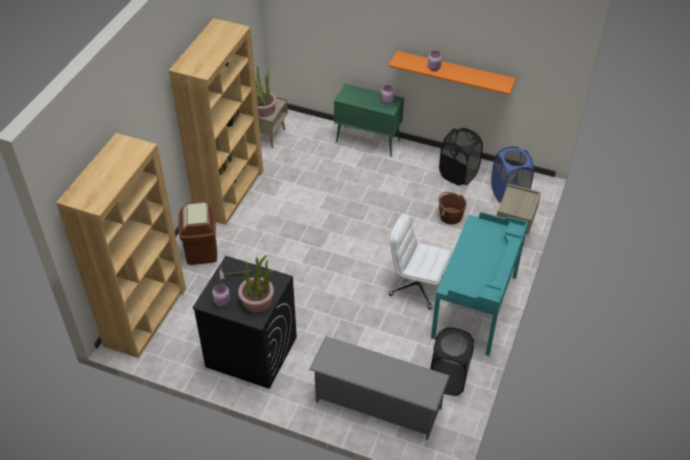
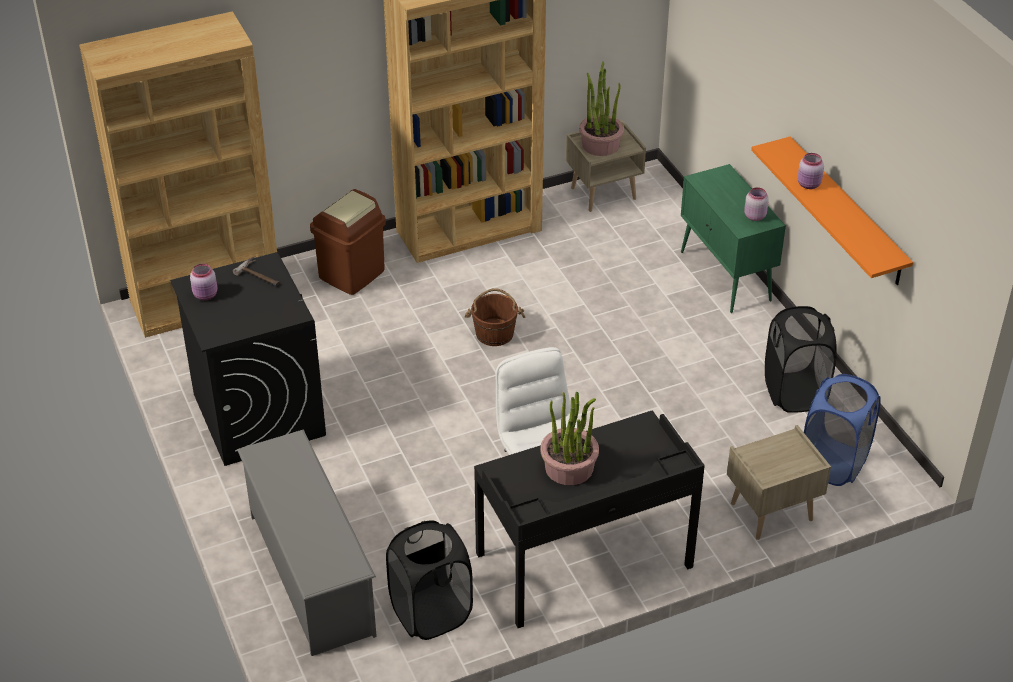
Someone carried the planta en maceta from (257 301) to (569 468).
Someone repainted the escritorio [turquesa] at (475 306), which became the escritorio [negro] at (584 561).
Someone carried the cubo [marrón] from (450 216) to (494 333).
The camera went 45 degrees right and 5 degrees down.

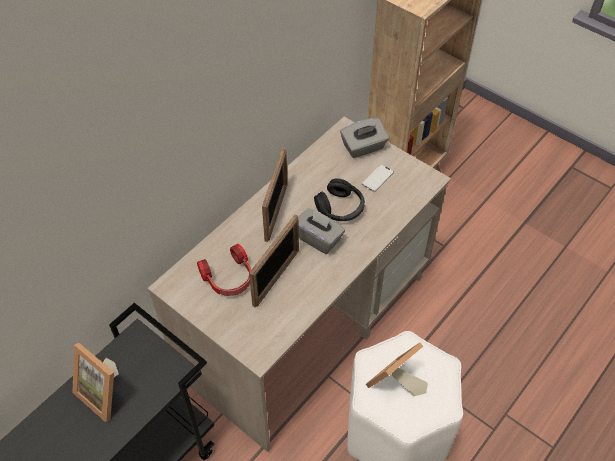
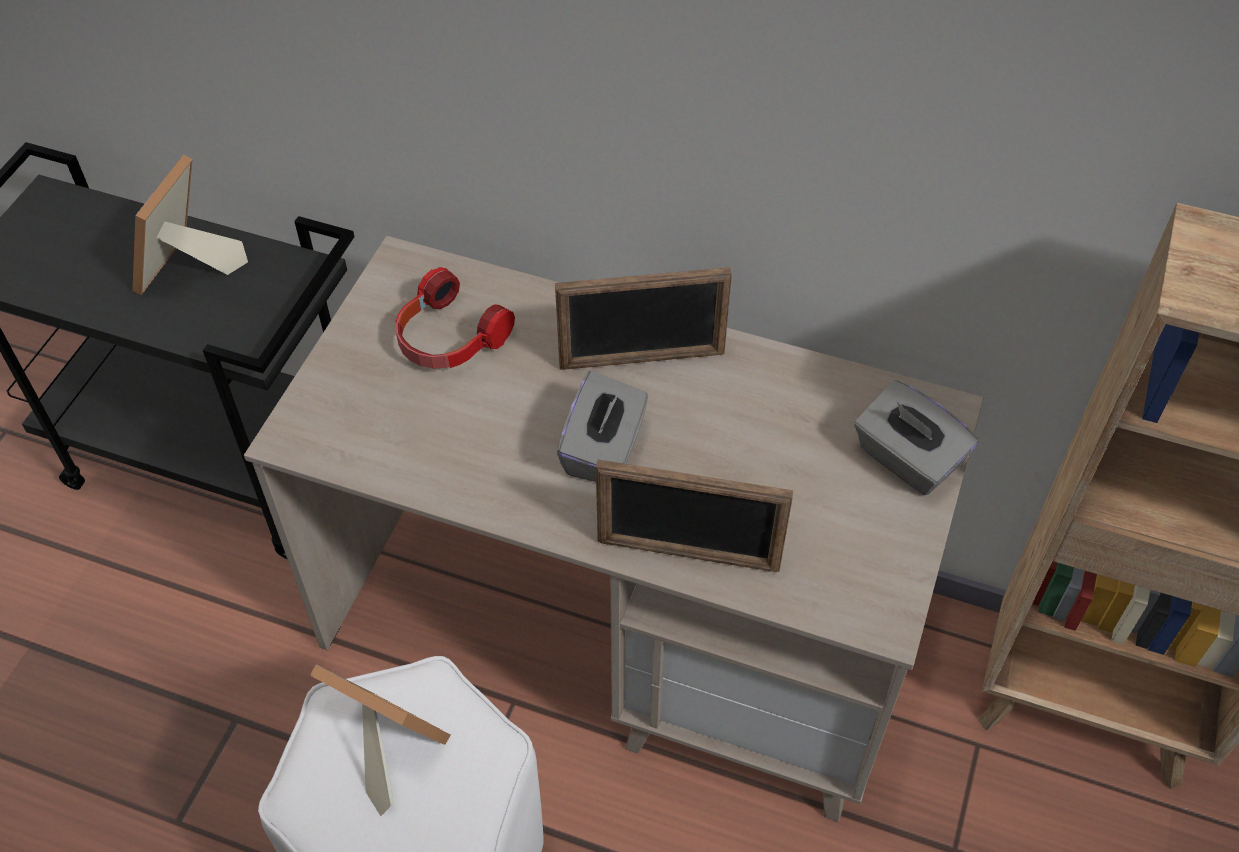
Someone carried the portarretratos from (276 277) to (688 554).
Someone took away the auriculares [negro] at (340 208).
Someone took away the móvil at (377 178).
The camera went 70 degrees right and 0 degrees up.

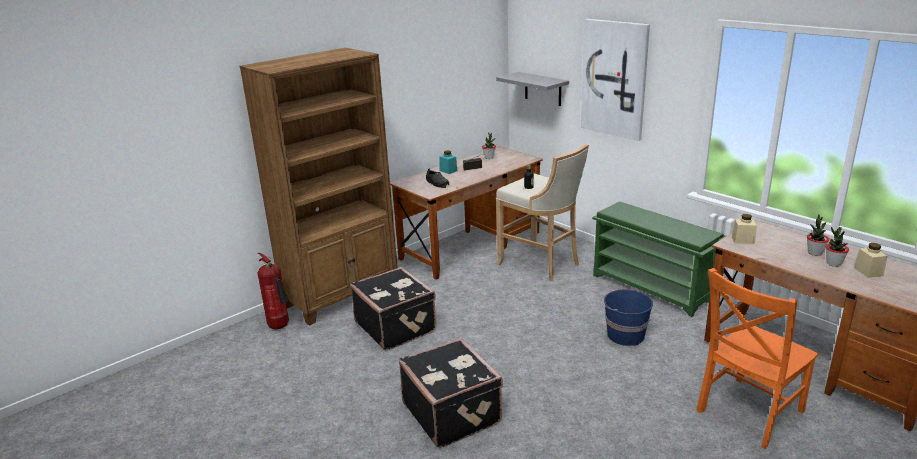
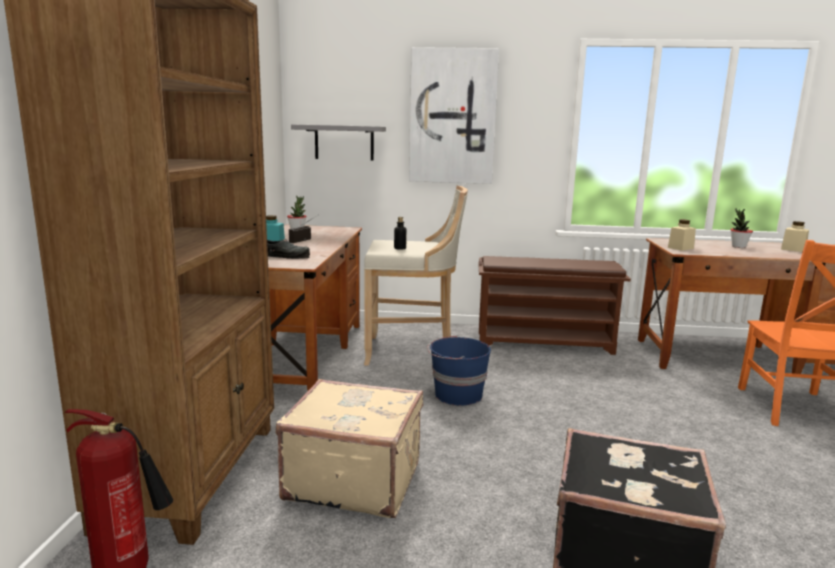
Someone repainted the maleta [negro] at (396 326), which became the maleta [beis] at (354 479).
Someone repainted the zapatero [verde] at (652 288), which became the zapatero [marrón] at (545 343).
Someone carried the cubo [azul] from (624 335) to (457 395).
Someone took away the planta en maceta at (833 263).
The camera went 45 degrees left and 10 degrees down.

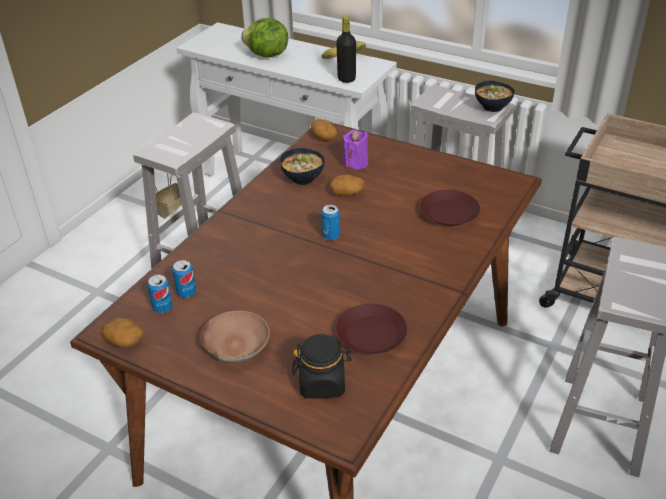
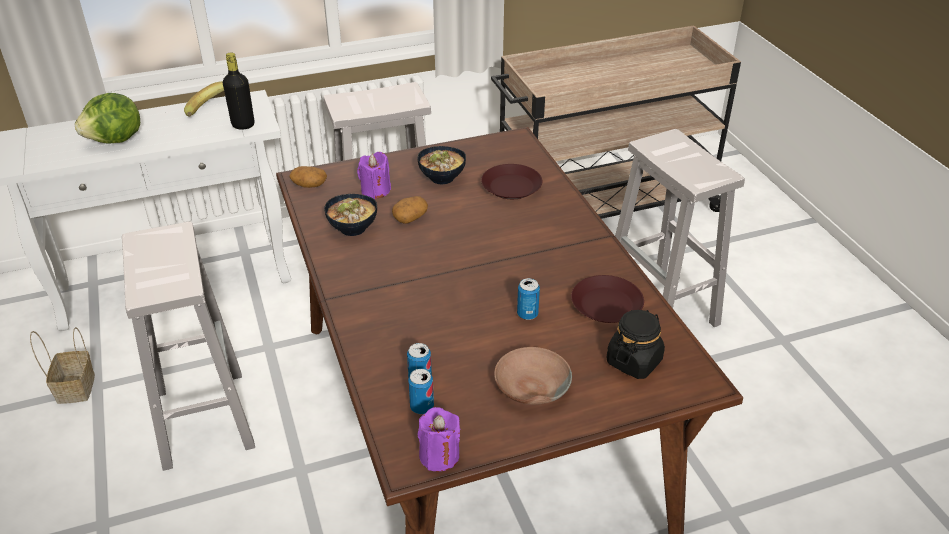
Someone swapped the patata at (125 341) for the vela [morado] at (439 455).
Someone carried the lata from (331 236) to (527 314).
Someone carried the cuenco from (492 107) to (441 177).
The camera went 50 degrees left and 0 degrees up.

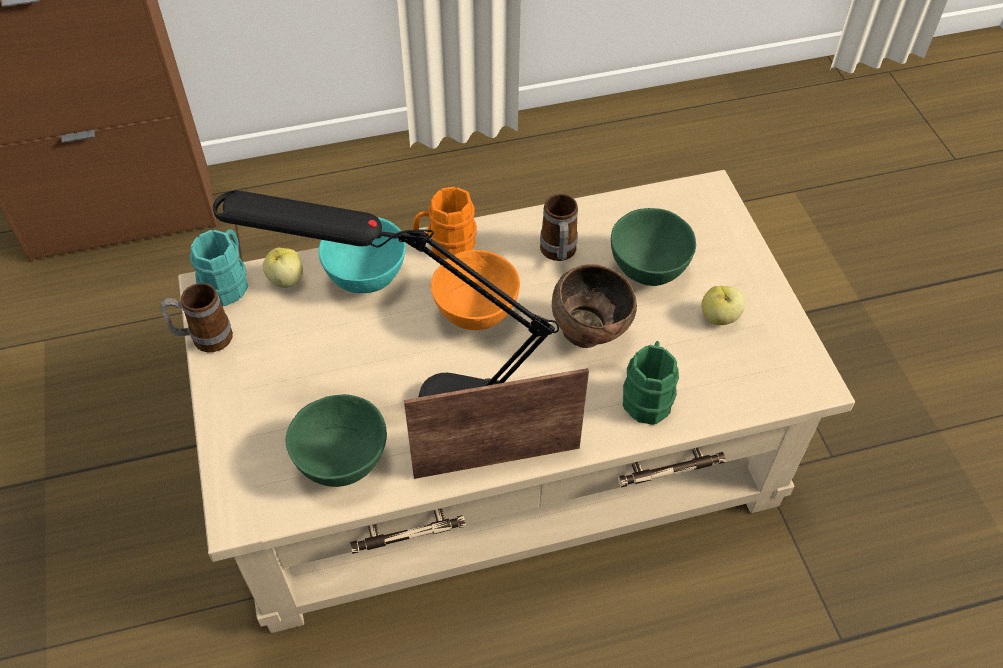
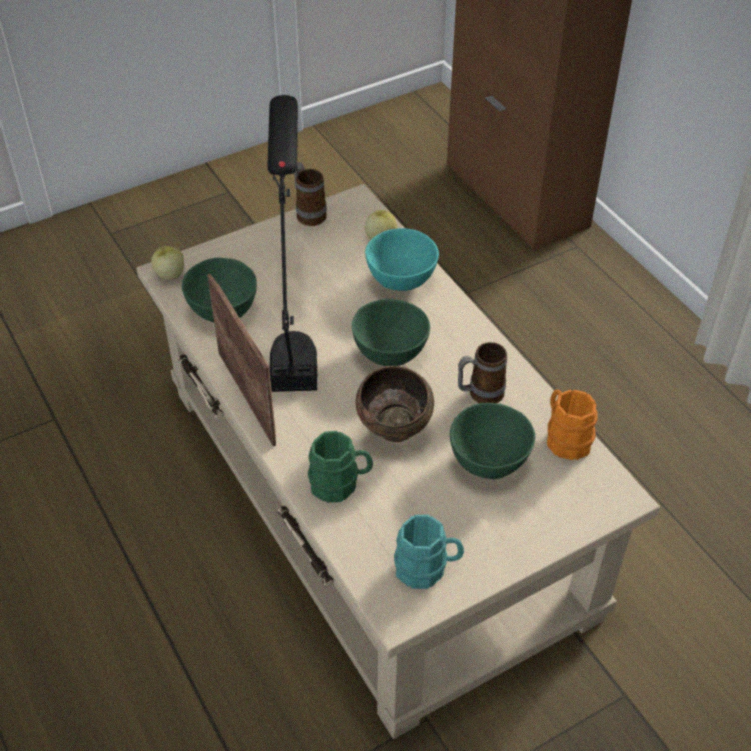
Someone carried the taza grande [turquesa] from (228 282) to (427 569).
Someone carried the taza grande [naranja] from (446 244) to (565 438).
Someone repainted the cuenco [naranja] at (475 313), which became the cuenco [verde] at (389 353).
Someone carried the manzana from (719 317) to (170 274).
The camera went 75 degrees right and 5 degrees down.

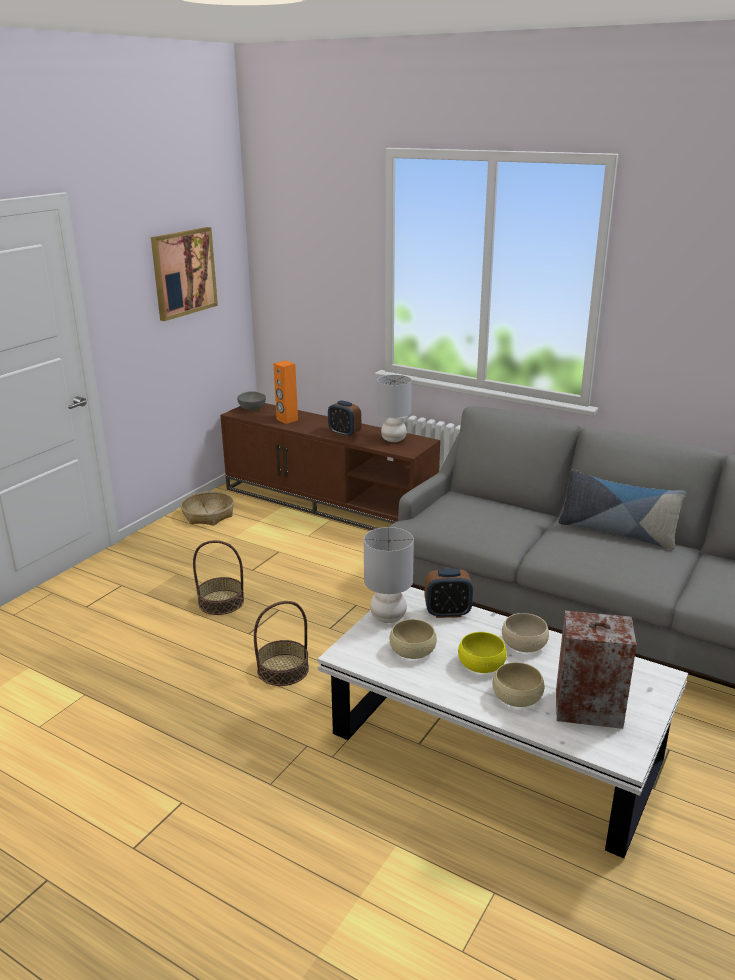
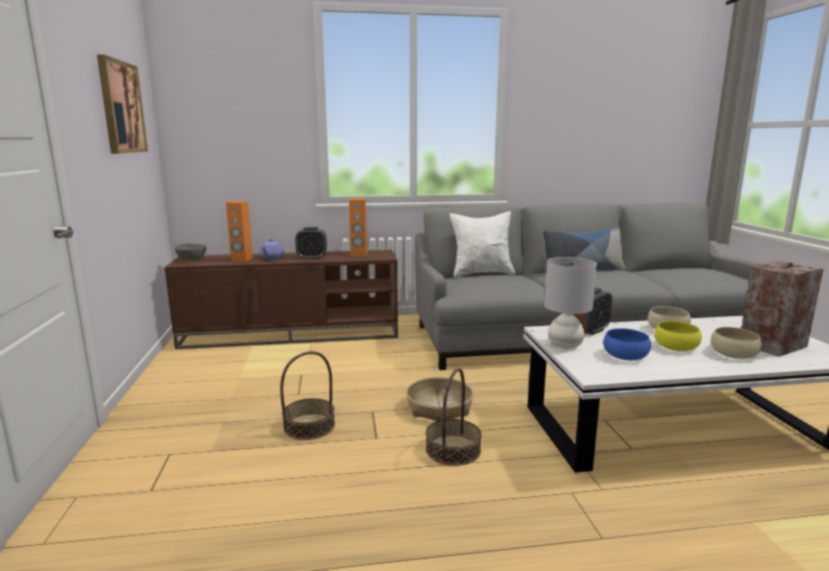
Someone carried the cesta from (208 515) to (439 408).
Someone swapped the lámpara de mesa [gris] at (394 439) for the altavoz [naranja] at (359 254).
Someone repainted the cuenco [beis] at (412 650), which became the cuenco [azul] at (625 355).
Someone put down the tetera [morado] at (271 258).
Someone put down the cojín [blanco] at (481 273).
The camera went 40 degrees left and 10 degrees down.

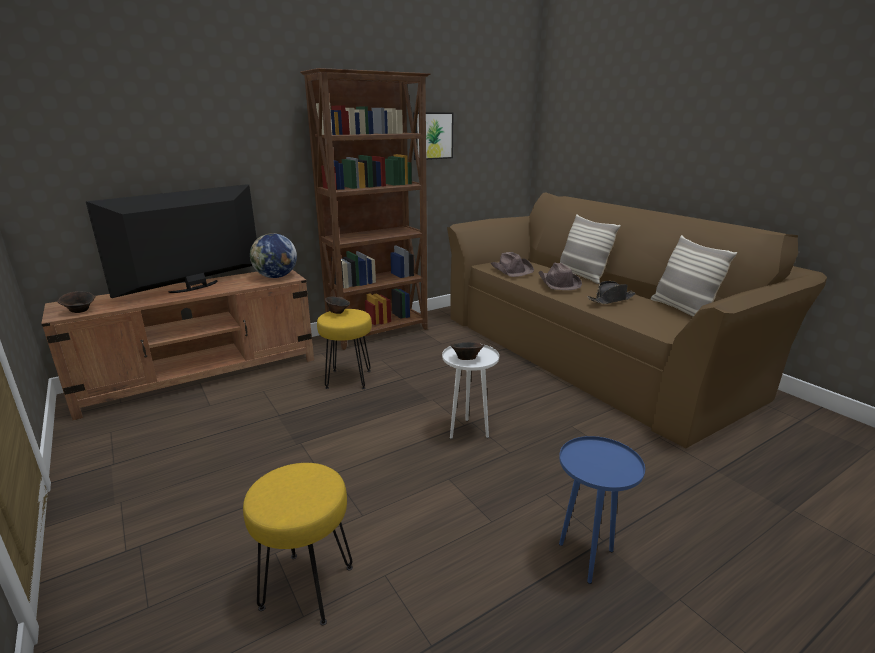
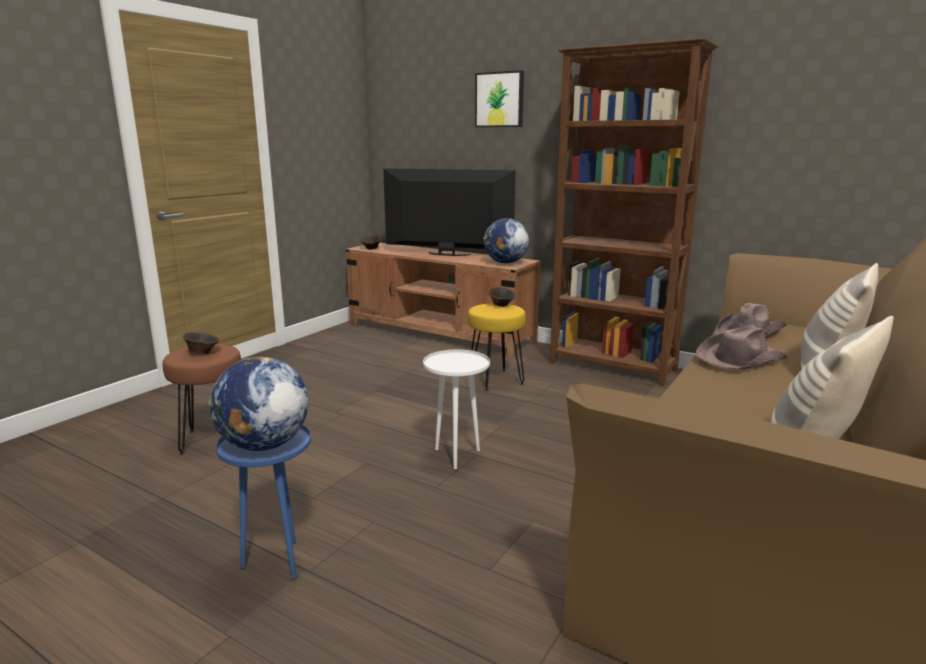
Someone repainted the taburete [amarillo] at (306 587), which became the taburete [marrón] at (212 439).
Someone carried the cuadro from (432 136) to (500 100).
Someone carried the cuenco [marrón] from (466 359) to (202 353).
Someone took away the sombrero [negro] at (611 299).
Someone put down the globo terráqueo at (263 445).
The camera went 65 degrees right and 5 degrees down.

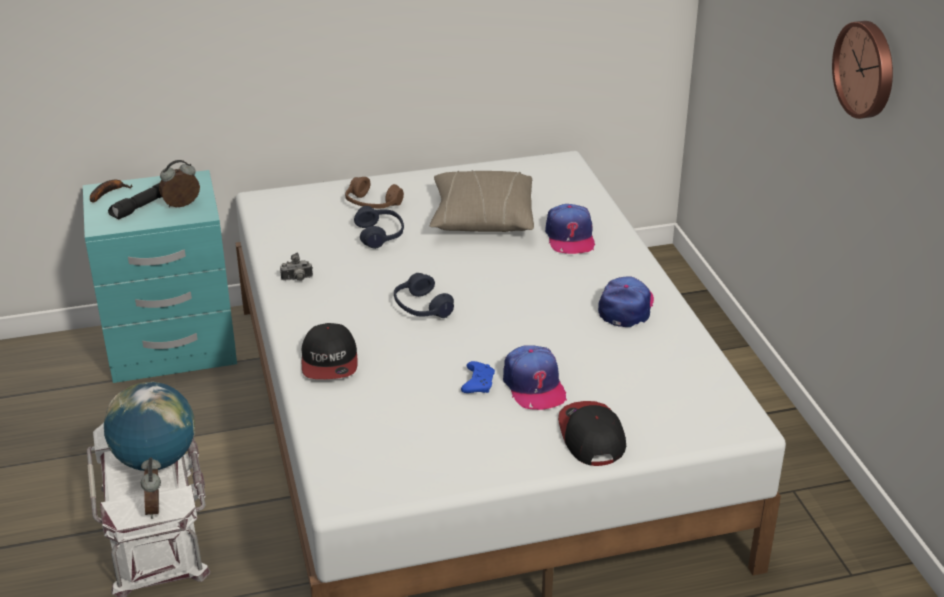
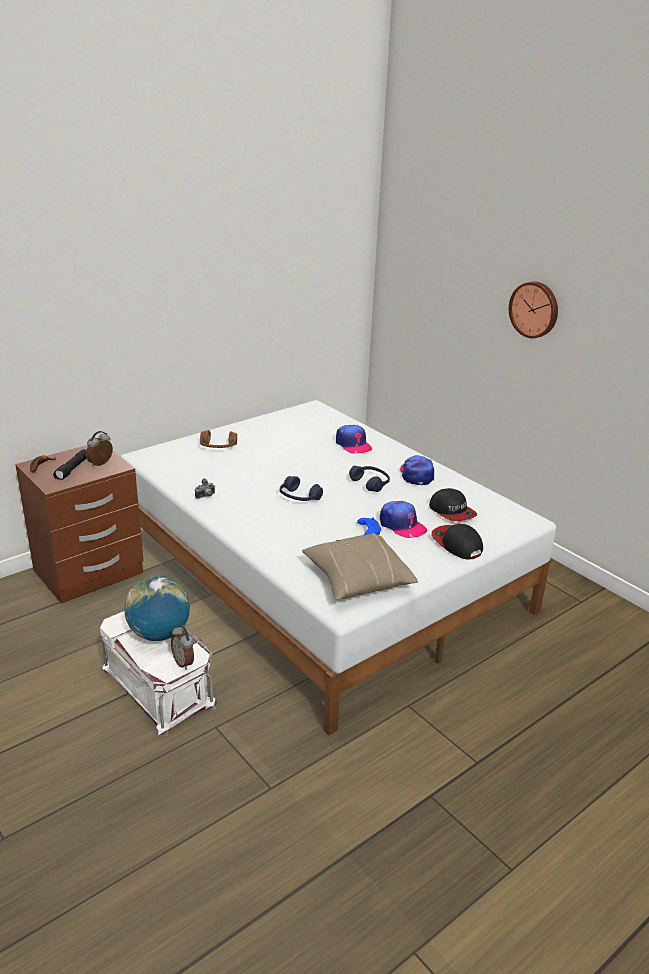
Someone repainted the mesita de noche [turquesa] at (172 348), which became the mesita de noche [marrón] at (89 573).
Someone carried the gorra from (330 361) to (452 511).
Someone carried the auriculares [azul] from (380 235) to (370 483).
Someone carried the cojín [beis] from (482 218) to (357 579).
The camera went 25 degrees left and 5 degrees down.

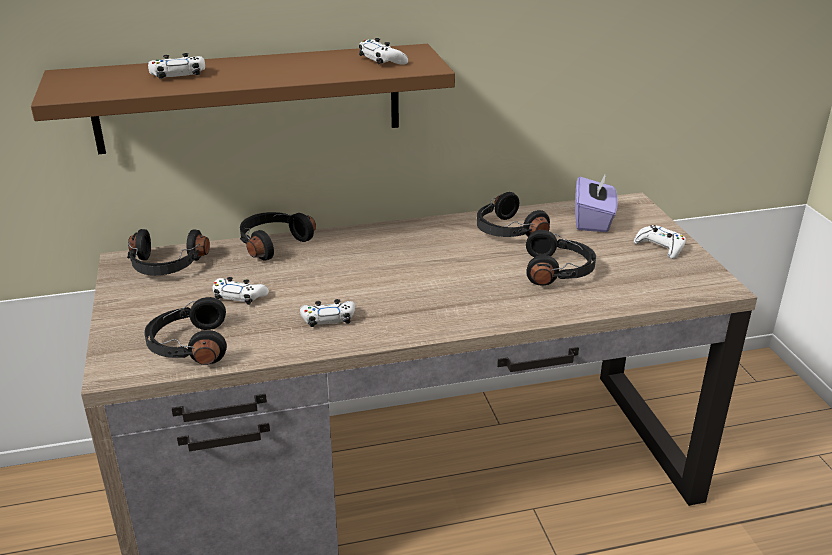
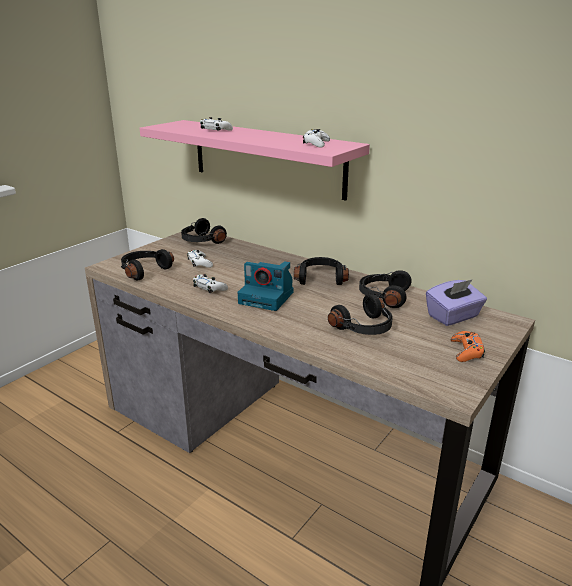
Someone repainted the estante [marrón] at (249 98), which became the estante [rosa] at (266 158).
Someone carried the auriculares [negro] from (272 243) to (320 278).
Someone repainted the mando de consola [blanco] at (660 247), which became the mando de consola [naranja] at (466 351).
Someone put down the cámara at (268 297).
The camera went 50 degrees right and 5 degrees down.

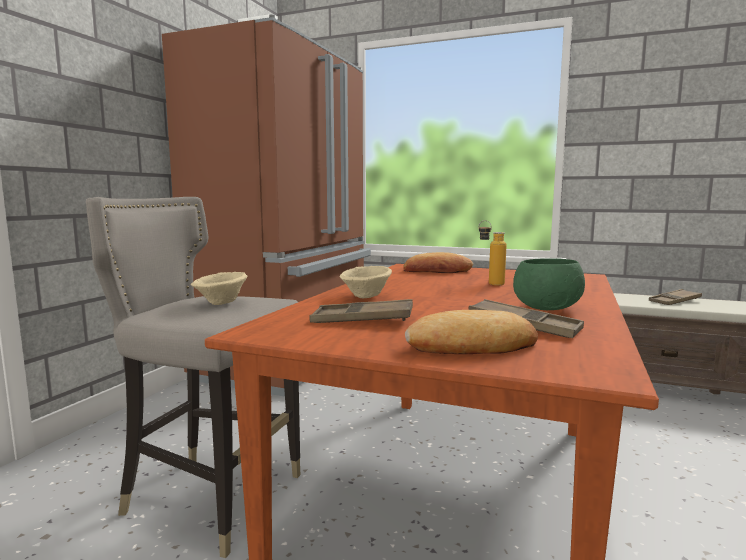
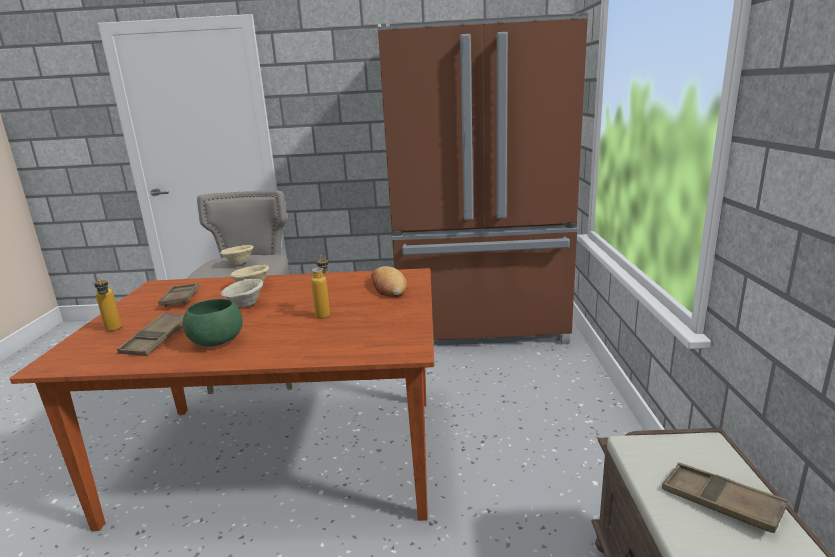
Someone swapped the pan at (472 346) for the botella at (114 330).
Someone put down the cuenco [beis] at (246 305).
The camera went 70 degrees right and 10 degrees up.

